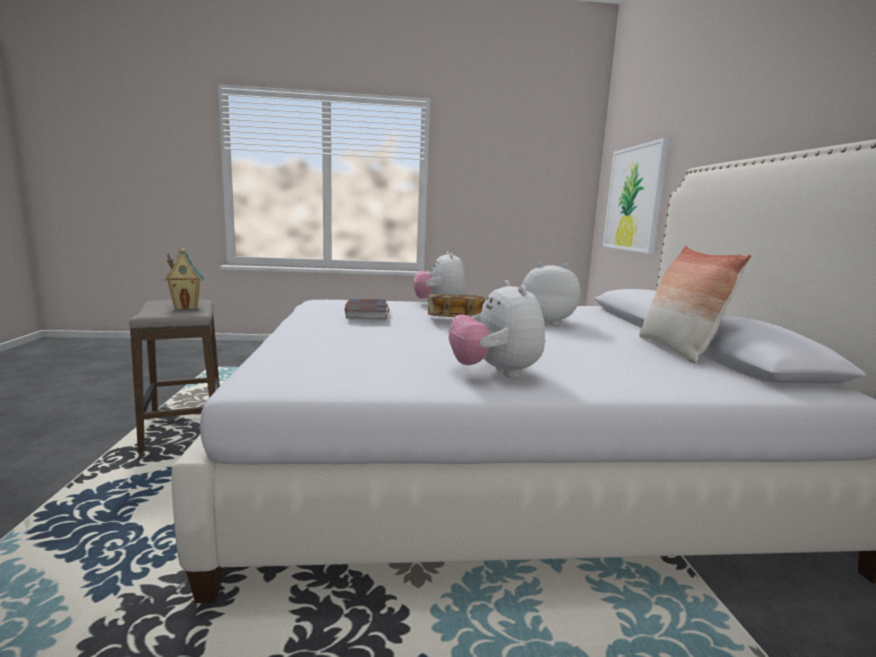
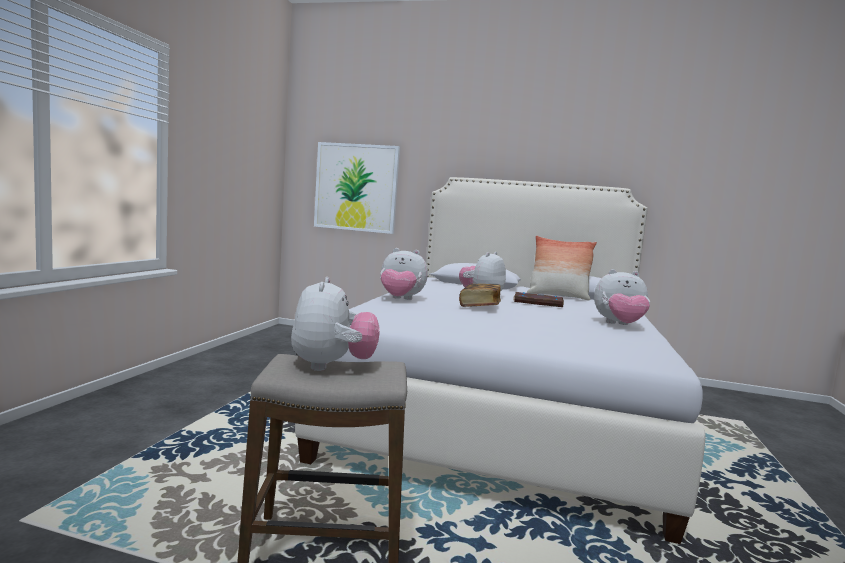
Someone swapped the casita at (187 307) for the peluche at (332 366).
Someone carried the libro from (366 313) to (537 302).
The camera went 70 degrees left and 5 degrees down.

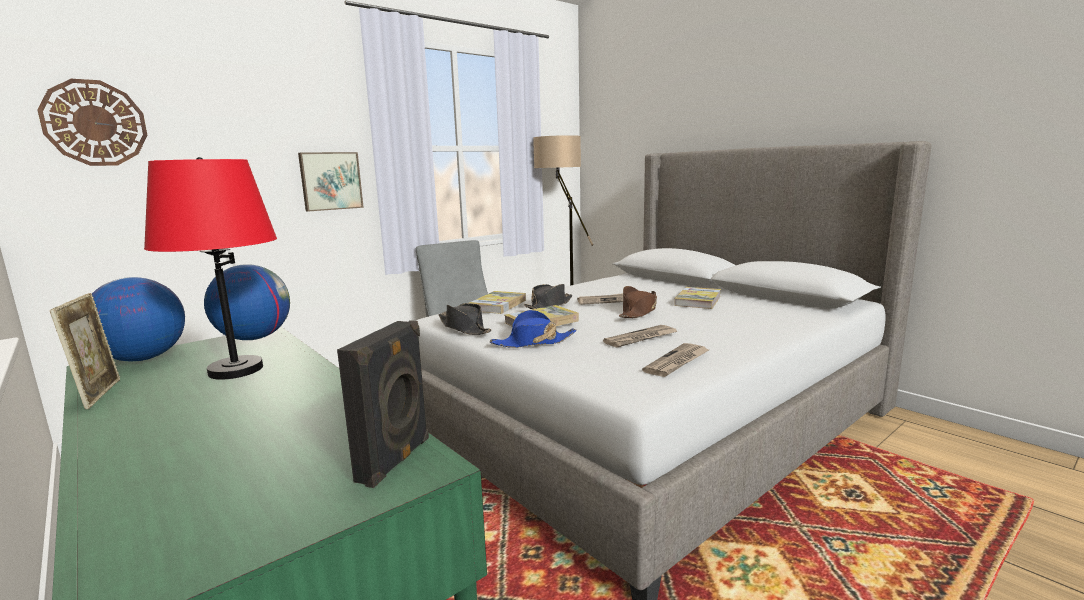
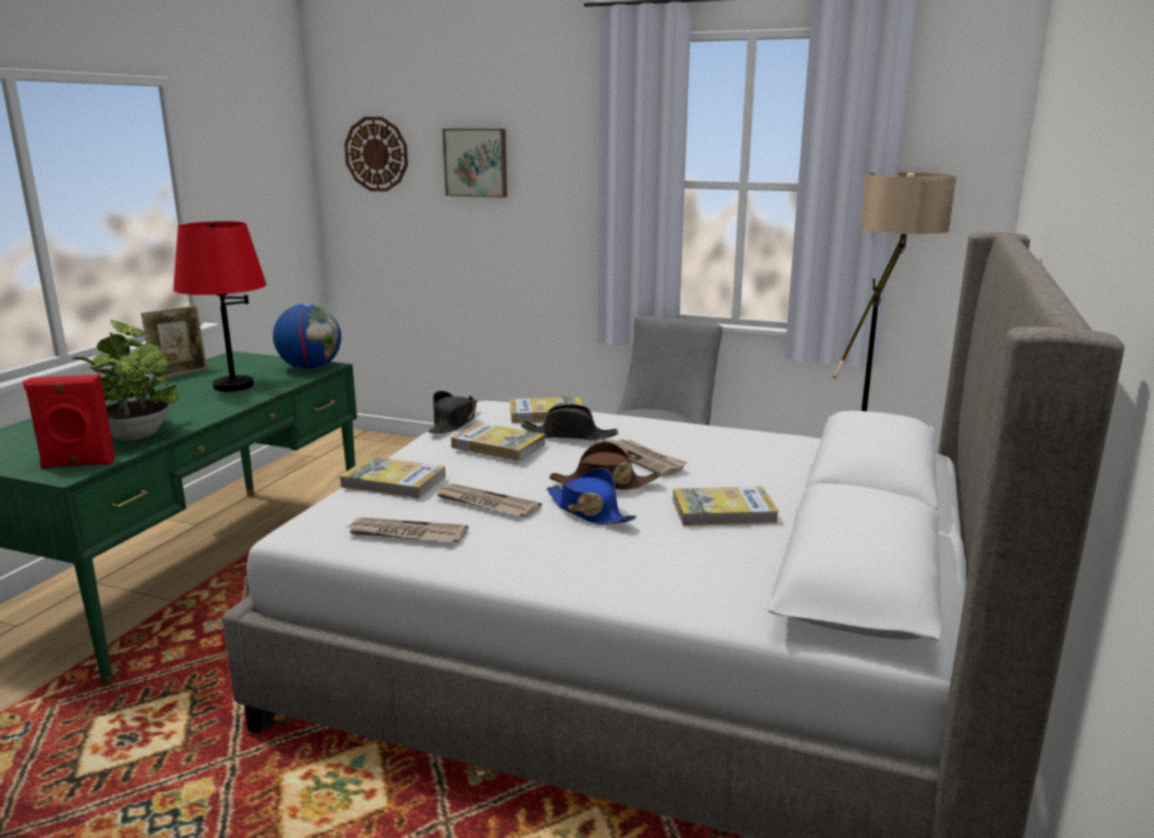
Someone took away the globo terráqueo at (143 358).
Someone carried the cuadro from (330 181) to (476 162).
Someone repainted the altavoz [negro] at (396 460), which became the altavoz [rojo] at (78 464).
Someone carried the sombrero [azul] from (533 342) to (588 511).
Someone put down the planta en maceta at (135 433).
Someone put down the libro at (393 482).
The camera went 60 degrees right and 5 degrees up.

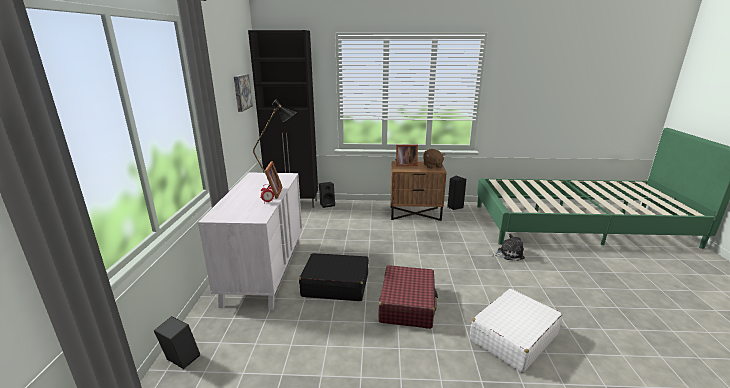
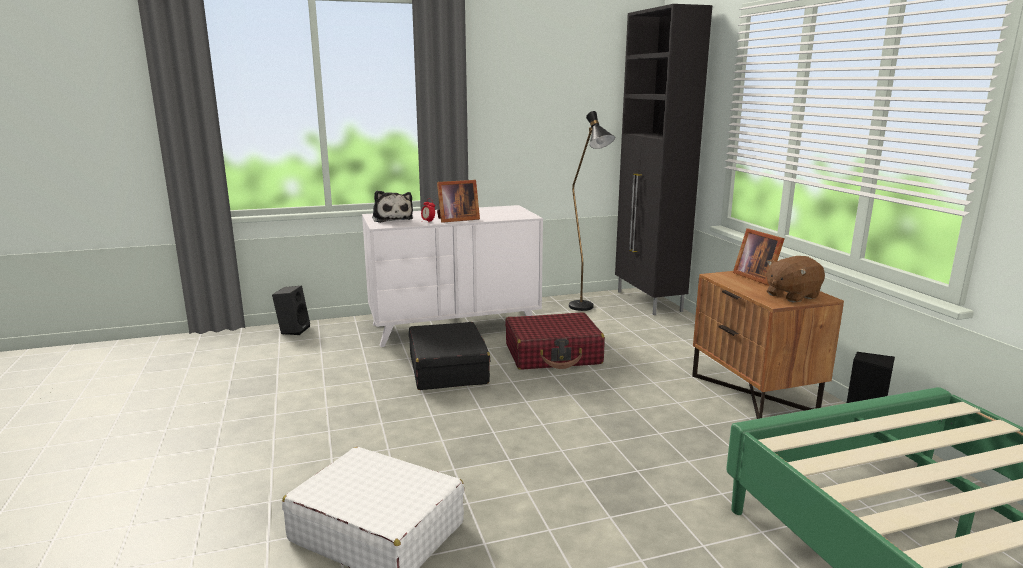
Someone took away the cuadro at (241 92).
Someone took away the altavoz [negro] at (327 204).
Someone carried the maleta [rojo] from (407 304) to (553 354).
Someone carried the peluche from (508 254) to (392 219).
The camera went 70 degrees right and 5 degrees down.

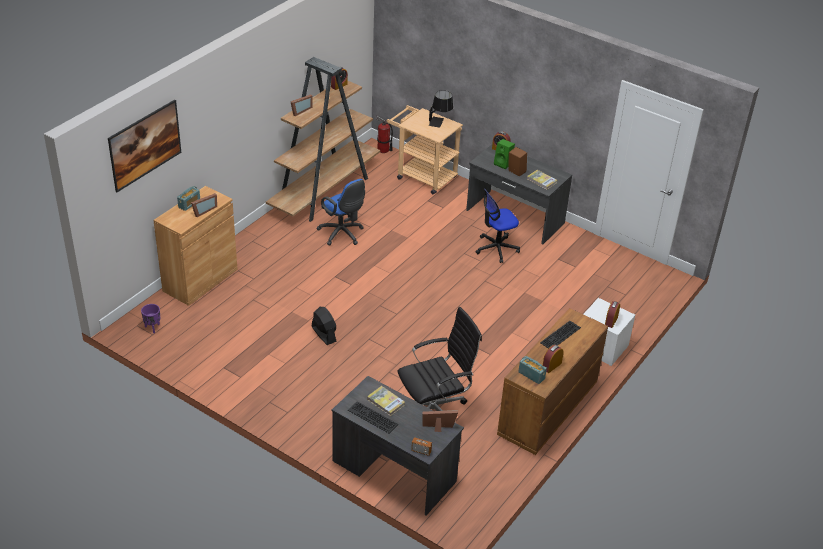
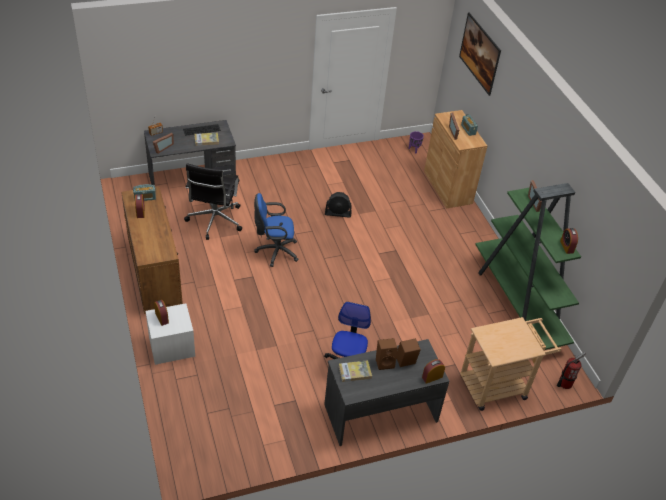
Someone repainted the estantería [marrón] at (324 191), which became the estantería [verde] at (518 304).
Someone carried the silla de oficina [azul] from (342 234) to (275 251).
Someone took away the lámpara de mesa [negro] at (440 122).
Someone repainted the altavoz [verde] at (503 164), which became the altavoz [marrón] at (405 362).
Someone took away the teclado at (561 336).
The camera went 125 degrees right and 5 degrees up.

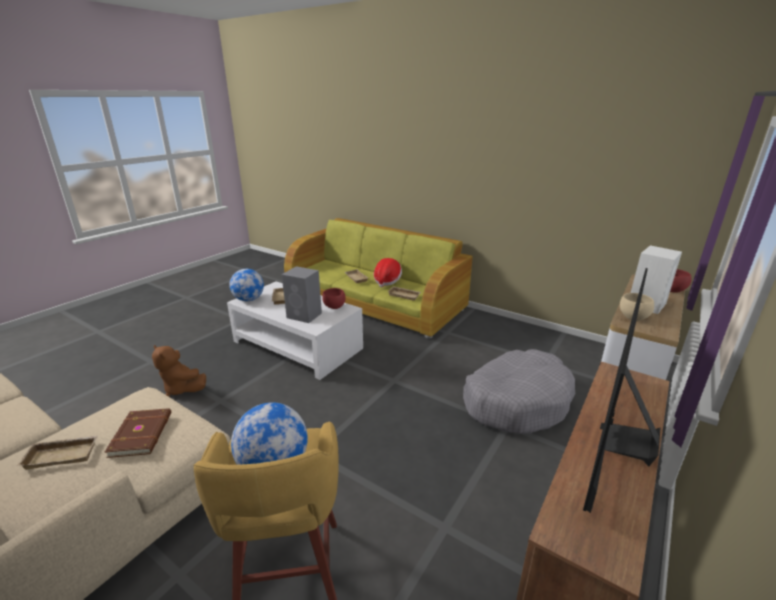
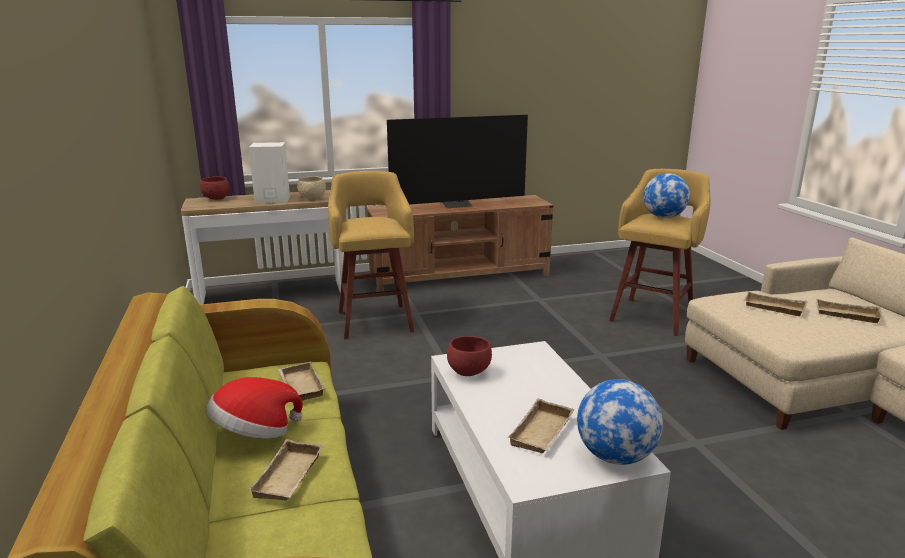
Someone swapped the libro [marrón] at (142 434) for the bandeja [beis] at (772 308).
Someone took away the peluche [marrón] at (182 388).
Someone took away the altavoz [gris] at (305 315).
Someone swapped the cama para perro [gris] at (516 401) for the taburete [amarillo] at (375 320).
The camera went 140 degrees left and 5 degrees down.

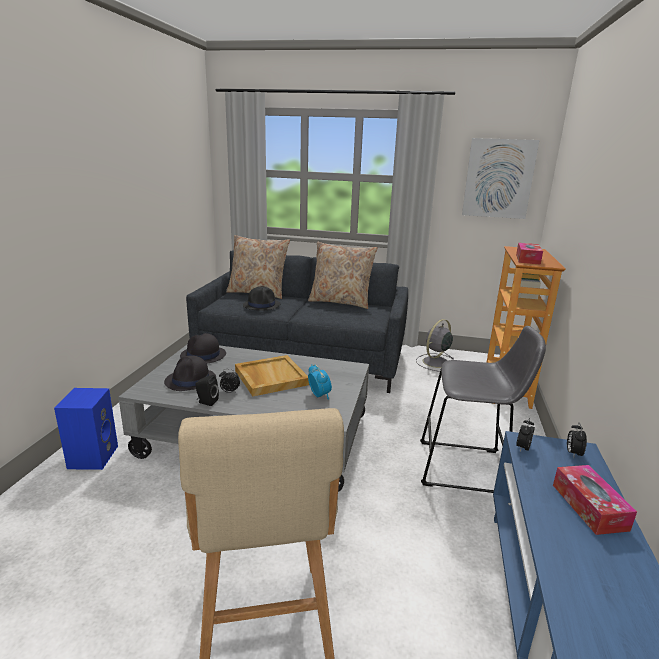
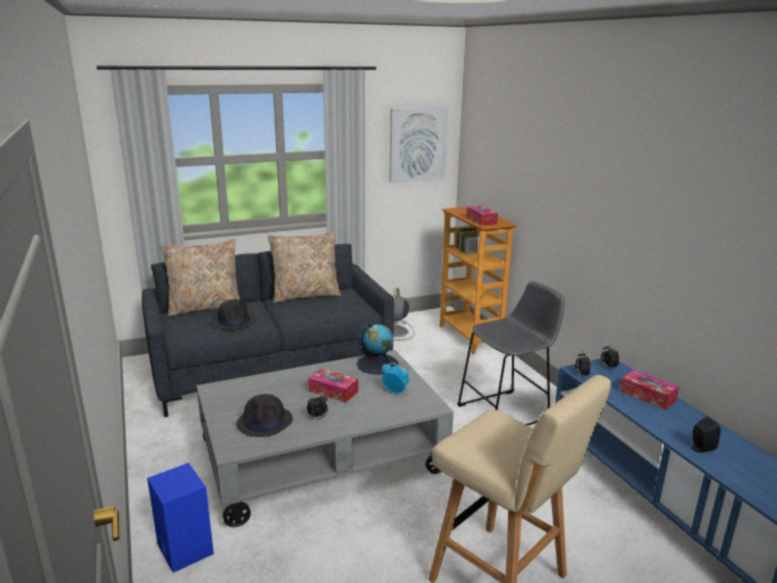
Someone took away the sombrero [negro] at (203 355).
Someone carried the altavoz [negro] from (206 402) to (700 448).
Someone swapped the bandeja [beis] at (270 377) for the caja de pañuelos at (333 391).
Someone put down the globo terráqueo at (377 364).
The camera went 35 degrees left and 0 degrees up.

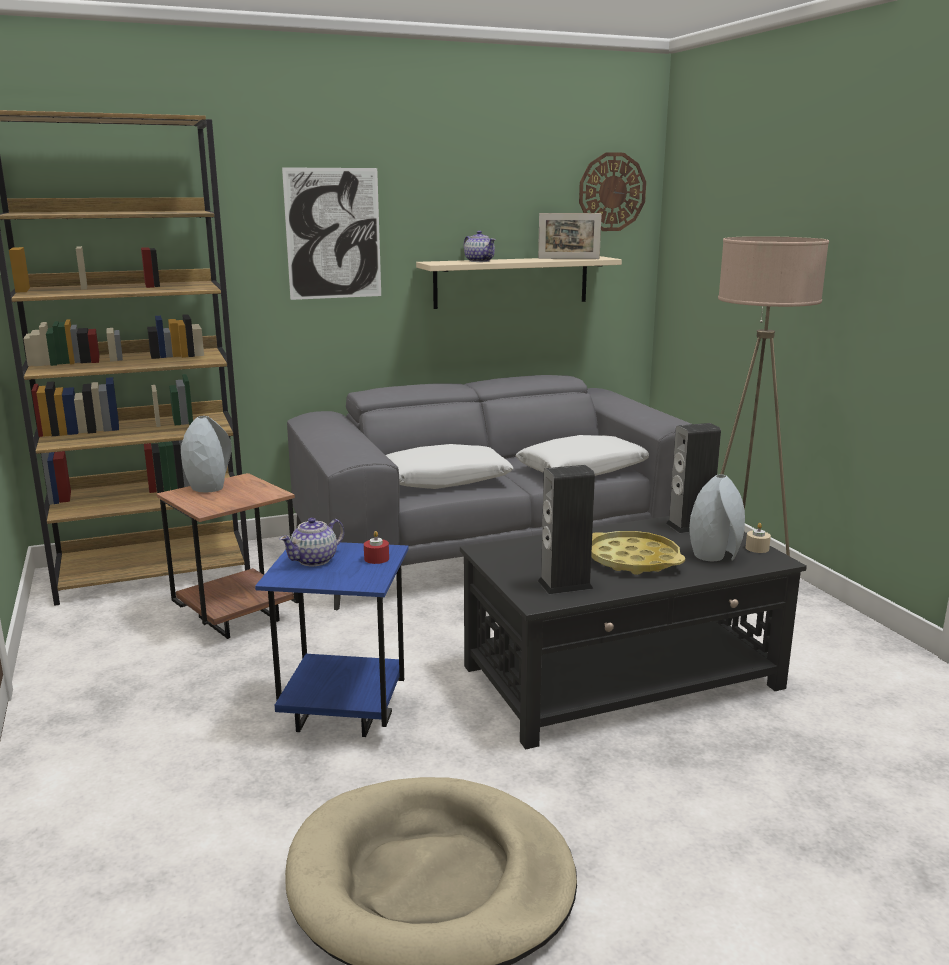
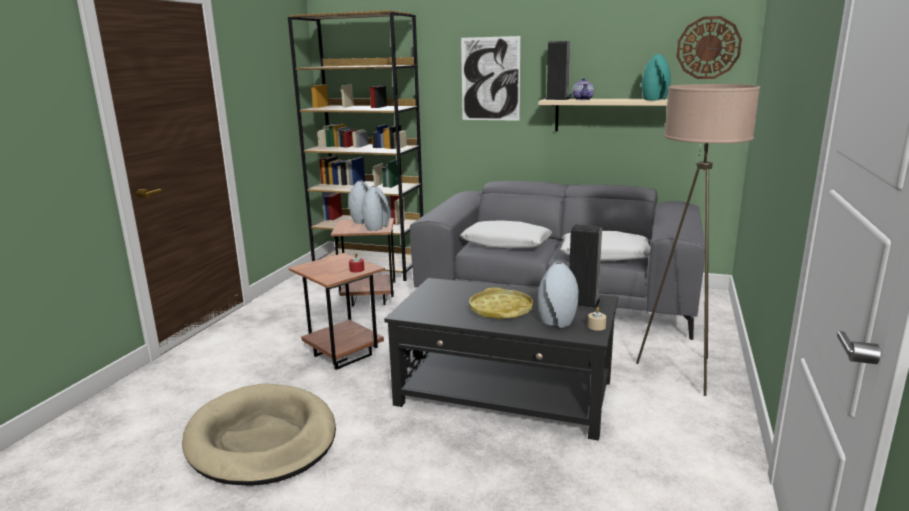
Someone repainted the mesa auxiliar [azul] at (341 715), which became the mesa auxiliar [marrón] at (342 356).
Someone took away the tetera at (315 560).
Someone swapped the portarretratos at (568 258) for the florero [turquesa] at (655 99).
Someone carried the altavoz from (565 584) to (557 99).
Someone put down the florero [gris] at (377 228).
The camera went 40 degrees right and 0 degrees up.

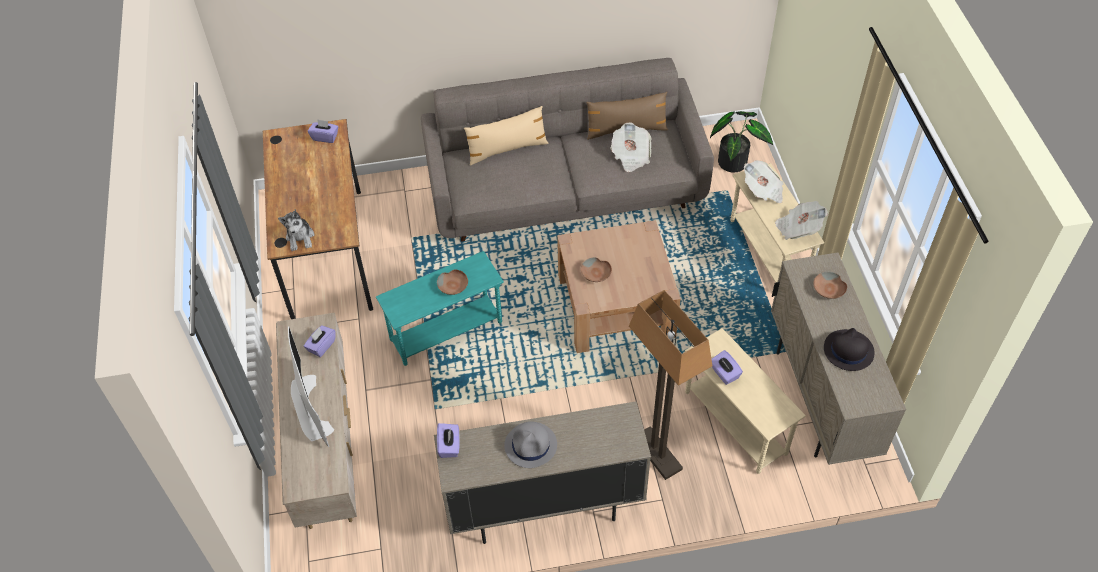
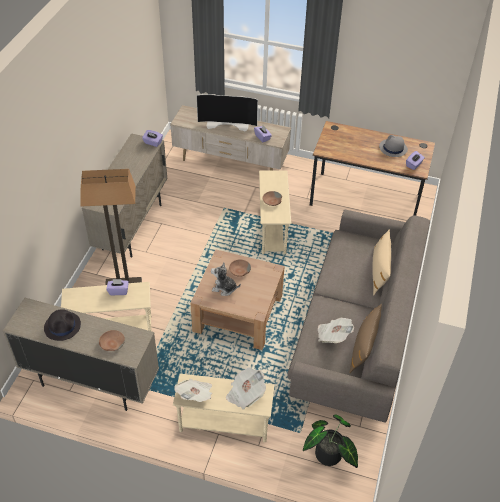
Someone carried the peluche from (300 237) to (224 288).
Someone repainted the mesa auxiliar [turquesa] at (446 332), which became the mesa auxiliar [beis] at (272 229).
Someone carried the sombrero [gris] from (531 445) to (393 148).
The camera went 115 degrees right and 5 degrees down.

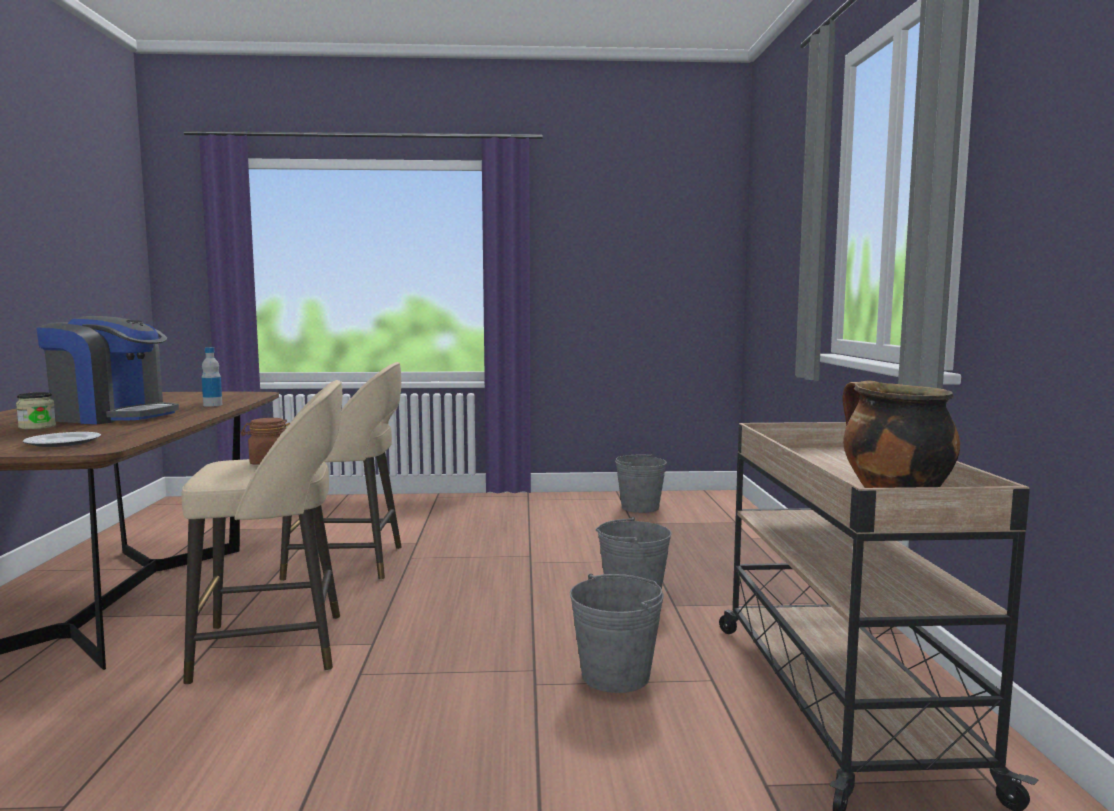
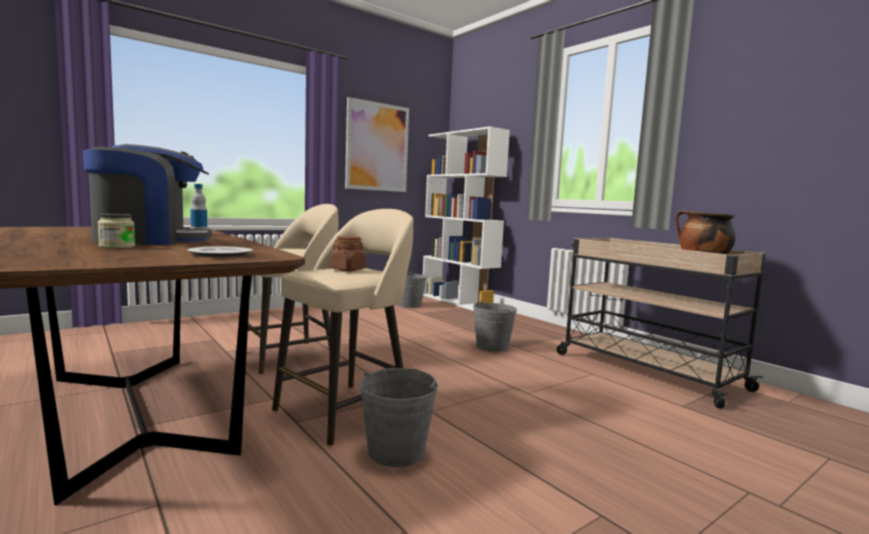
Someone carried the cubo [gris] from (615 675) to (396 451).
Someone put up the cuadro at (377 147).
Someone put down the estantería [blanco] at (458 302).
The camera went 35 degrees left and 0 degrees up.

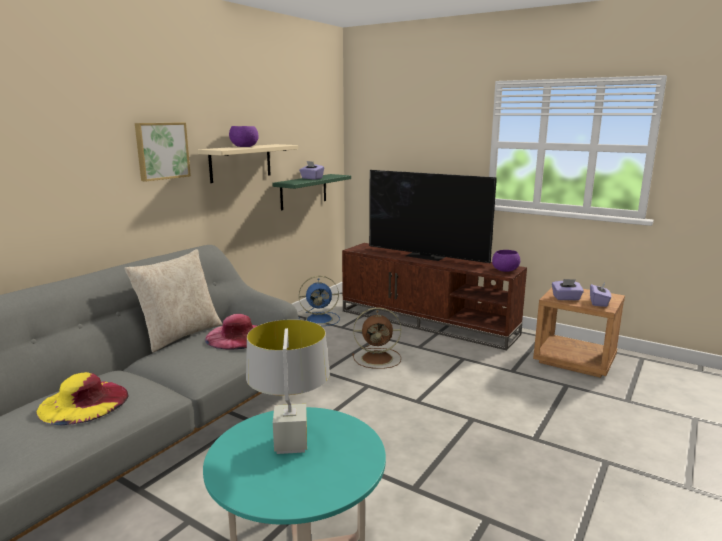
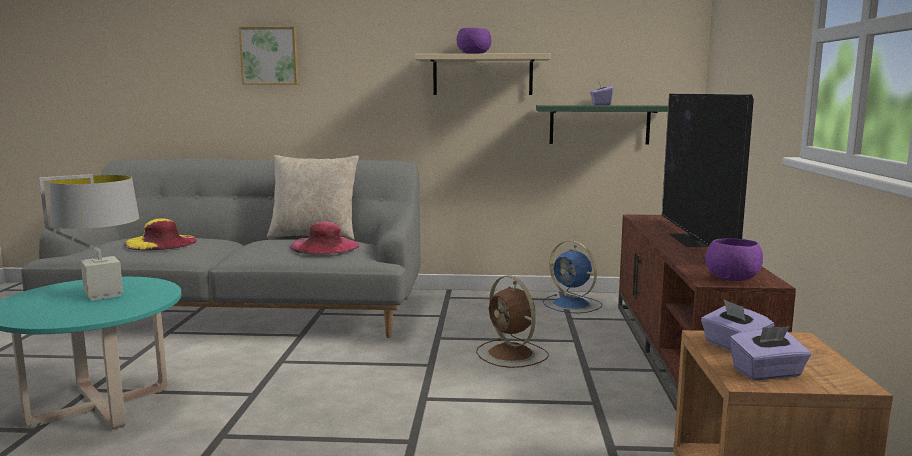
Someone carried the cuadro from (161 151) to (270 56).
The camera went 60 degrees right and 5 degrees down.

